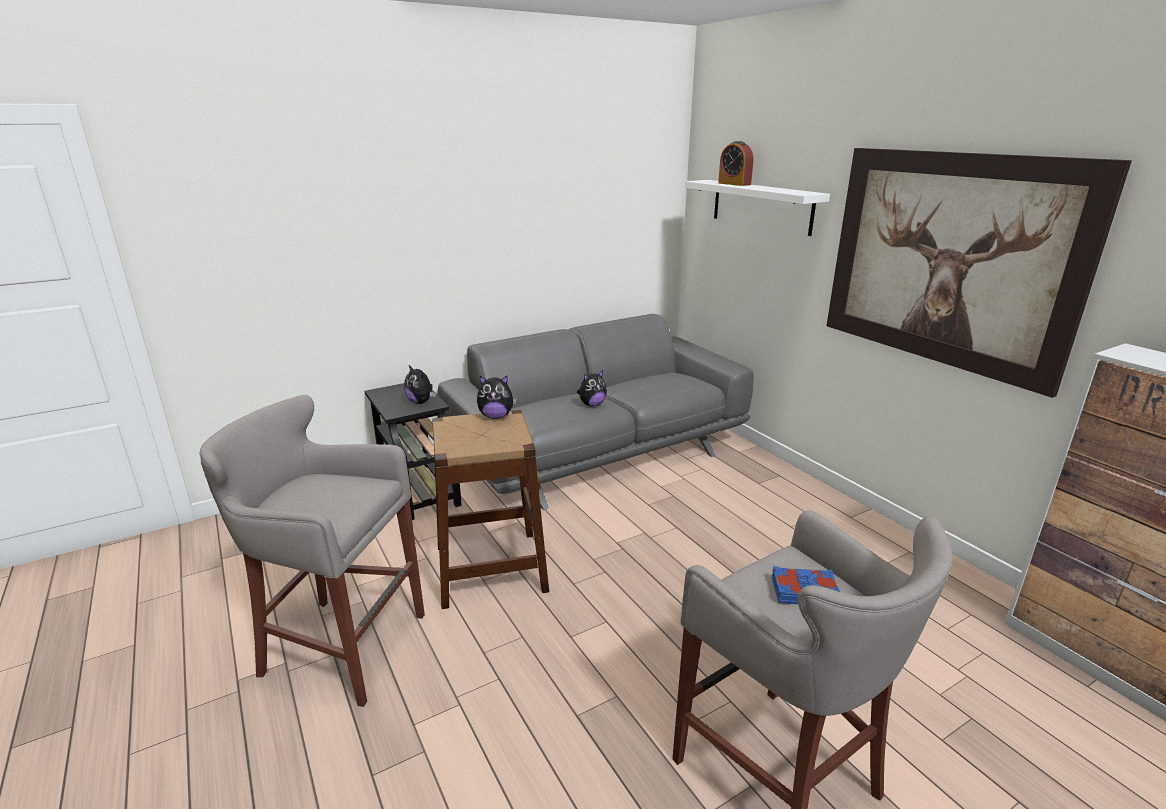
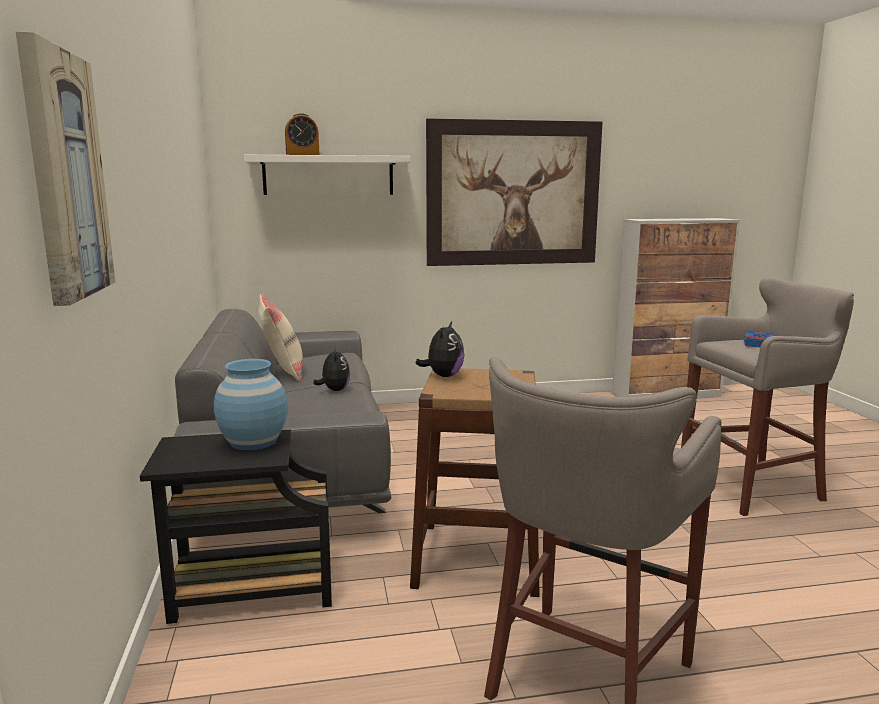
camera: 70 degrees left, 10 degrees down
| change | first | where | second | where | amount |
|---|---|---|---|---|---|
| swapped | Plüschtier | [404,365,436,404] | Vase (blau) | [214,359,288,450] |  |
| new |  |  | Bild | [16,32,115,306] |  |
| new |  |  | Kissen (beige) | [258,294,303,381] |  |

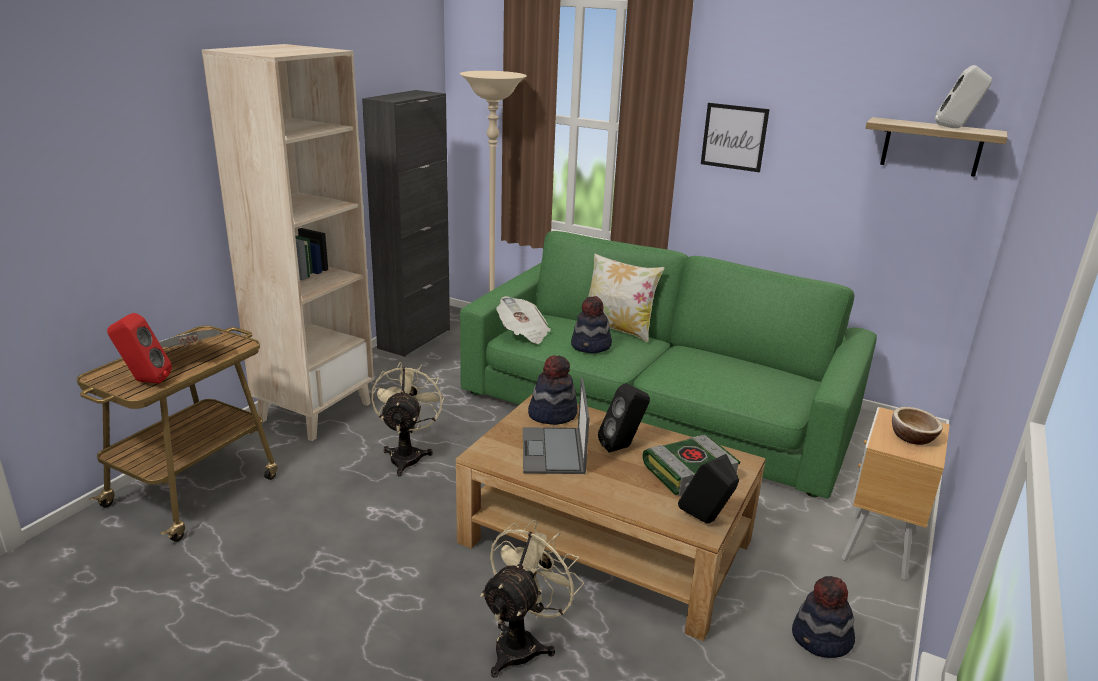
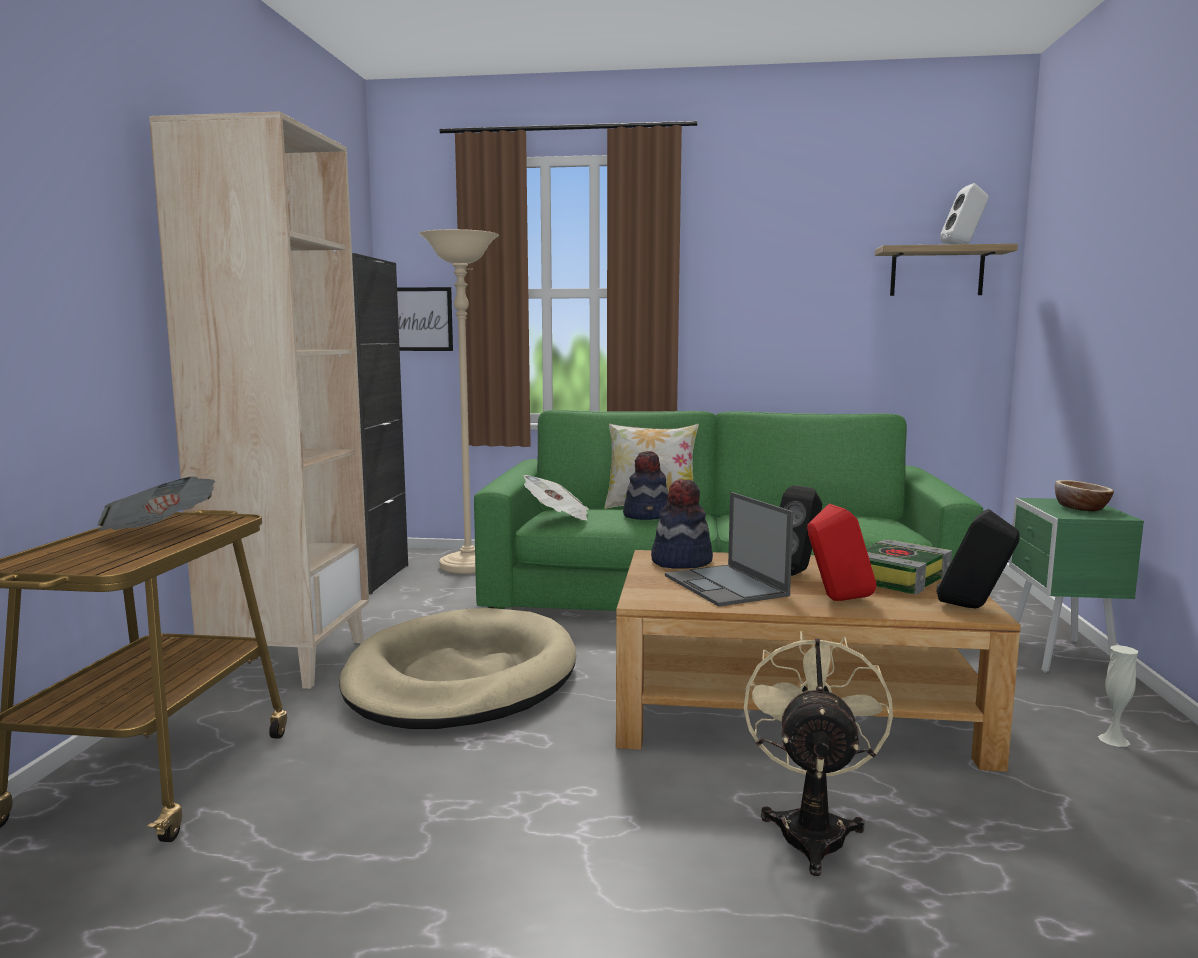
camera: 20 degrees left, 15 degrees down
| change | first | where | second | where | amount |
|---|---|---|---|---|---|
| shifted | Bild | [701,103,770,172] |  | [397,287,453,351] |  |
| shifted | Lautsprecher (rot) | [107,313,172,384] |  | [807,504,877,601] |  |
| swapped | Ventilator (beige) | [371,362,445,476] | Hundebett (beige) | [339,608,576,729] |  |
| repainted | Nachttisch (braun) | [841,407,950,581] | Nachttisch (grün) | [1009,498,1144,673] |  |
| swapped | Hut | [792,576,855,658] | Vase (weiß) | [1098,645,1138,747] |  |

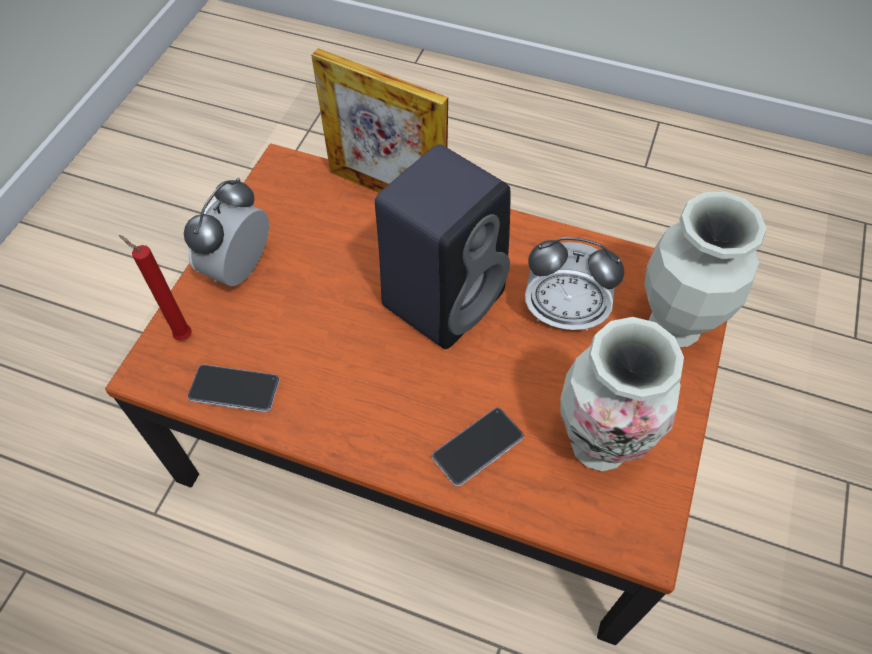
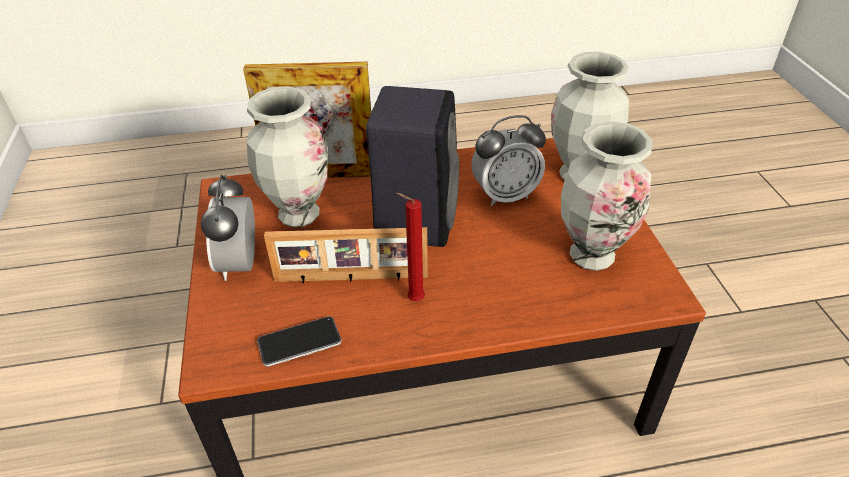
camera: 30 degrees left, 15 degrees down
| change | first | where | second | where | amount |
|---|---|---|---|---|---|
| shifted | Kerze (rot) | [119,235,192,340] |  | [396,193,425,301] |  |
| gone | Handy | [432,408,524,486] |  |  |  |
| new |  |  | Vase | [247,86,328,227] |  |
| new |  |  | Bilderrahmen | [264,227,428,284] |  |

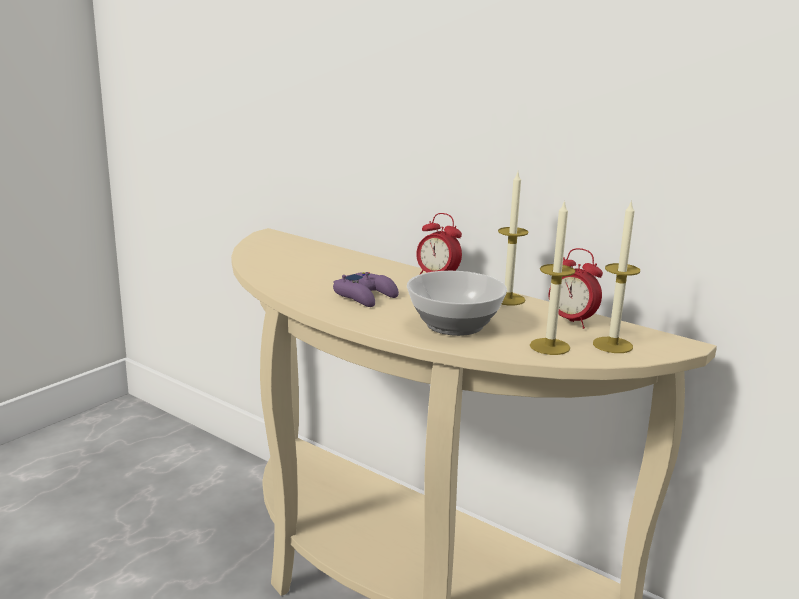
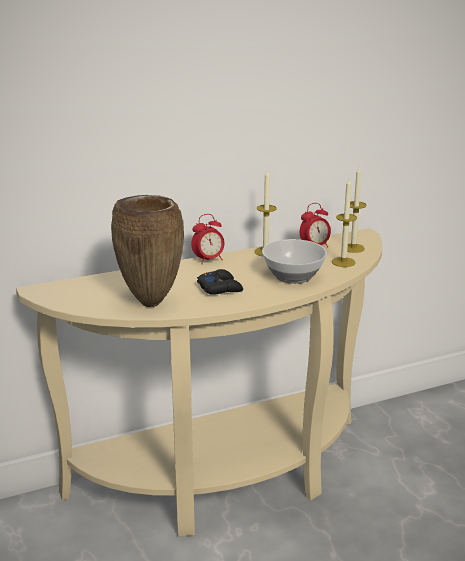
camera: 60 degrees left, 5 degrees up
| change | first | where | second | where | amount |
|---|---|---|---|---|---|
| repainted | Gamepad (lila) | [333,272,399,307] | Gamepad (schwarz) | [197,269,243,295] |  |
| new |  |  | Vase (braun) | [111,195,184,307] |  |

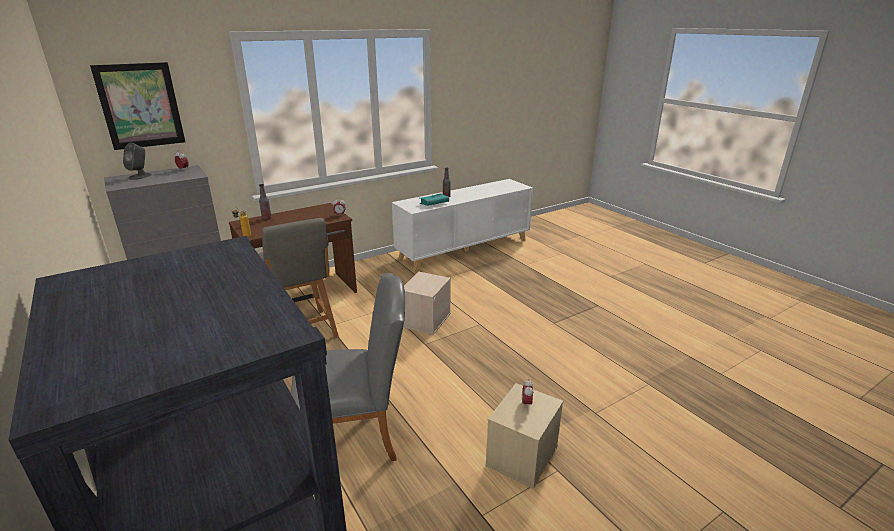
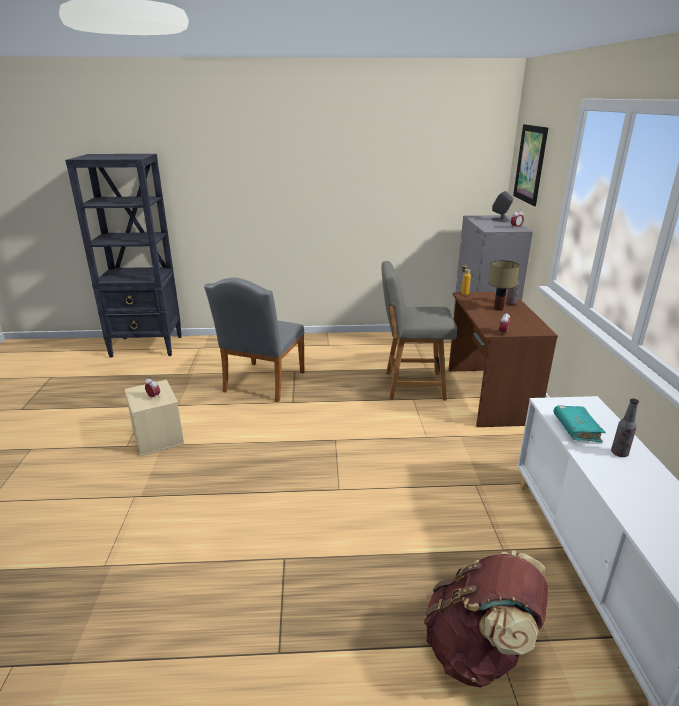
camera: 120 degrees right, 0 degrees up
| change | first | where | second | where | amount |
|---|---|---|---|---|---|
| gone | Aufbewahrungsbox (beige) | [403,272,451,335] |  |  |  |
| new |  |  | Tischlampe | [488,260,519,311] |  |
| new |  |  | Rucksack (braun) | [424,550,549,688] |  |

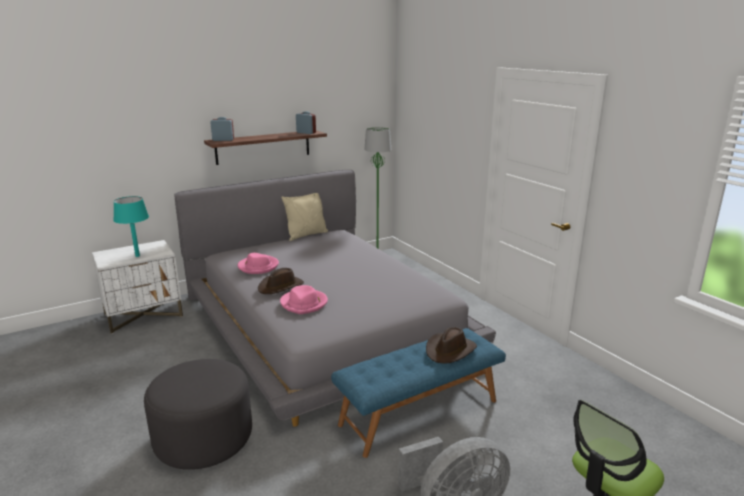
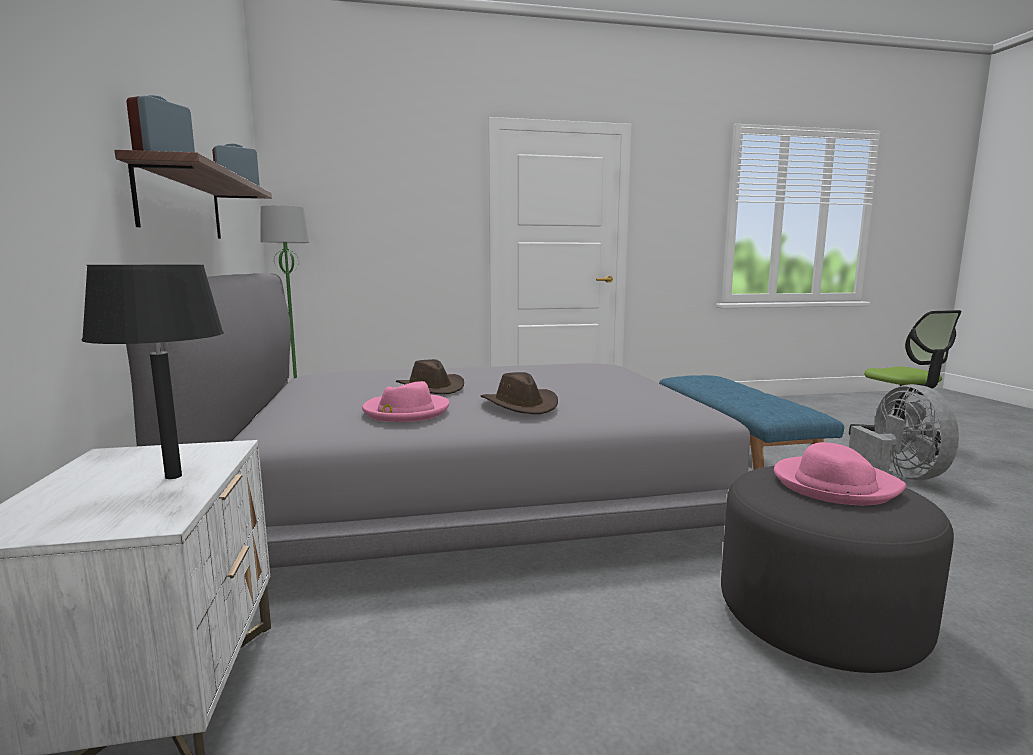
camera: 70 degrees left, 10 degrees down
| change | first | where | second | where | amount |
|---|---|---|---|---|---|
| gone | Kissen (beige) | [281,193,328,241] |  |  |  |
| repainted | Tischlampe (türkis) | [113,196,149,257] | Tischlampe (schwarz) | [82,265,224,479] |  |
| shifted | Hut (rosa) | [280,285,328,314] |  | [774,442,906,505] |  |
| shifted | Hut (braun) | [426,327,477,363] |  | [396,359,464,394] |  |

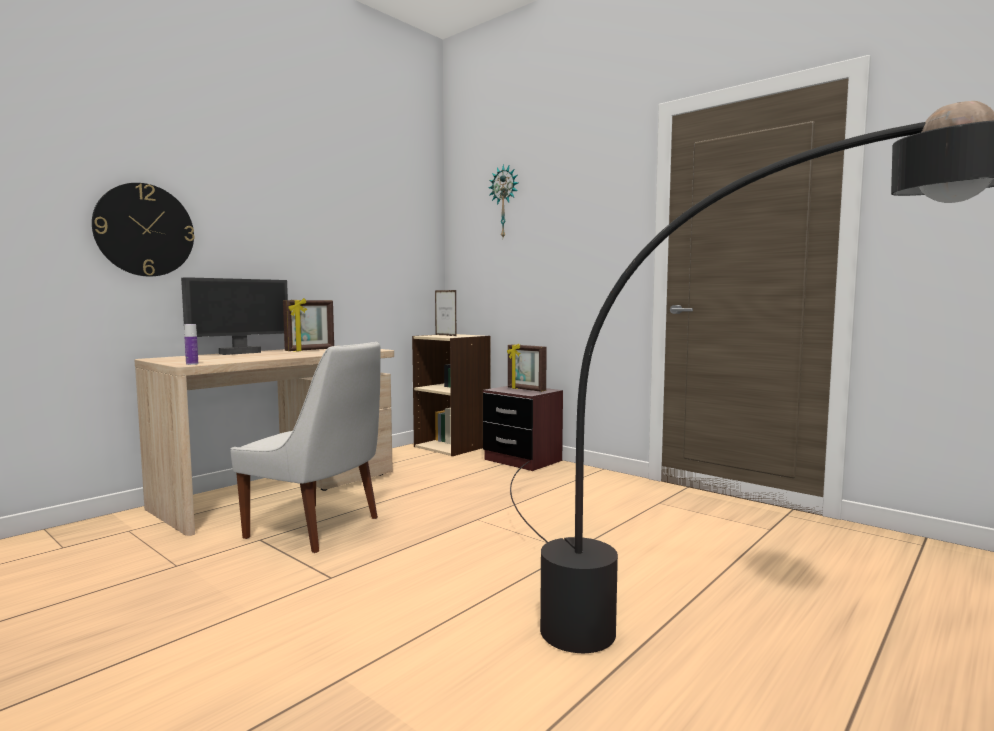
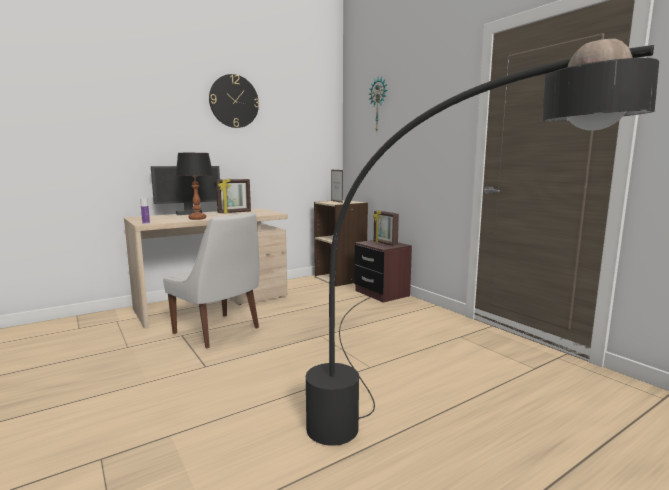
camera: 15 degrees right, 5 degrees up
| change | first | where | second | where | amount |
|---|---|---|---|---|---|
| shifted | Wanduhr | [92,183,195,276] |  | [209,74,259,128] |  |
| new |  |  | Tischlampe | [176,153,213,220] |  |

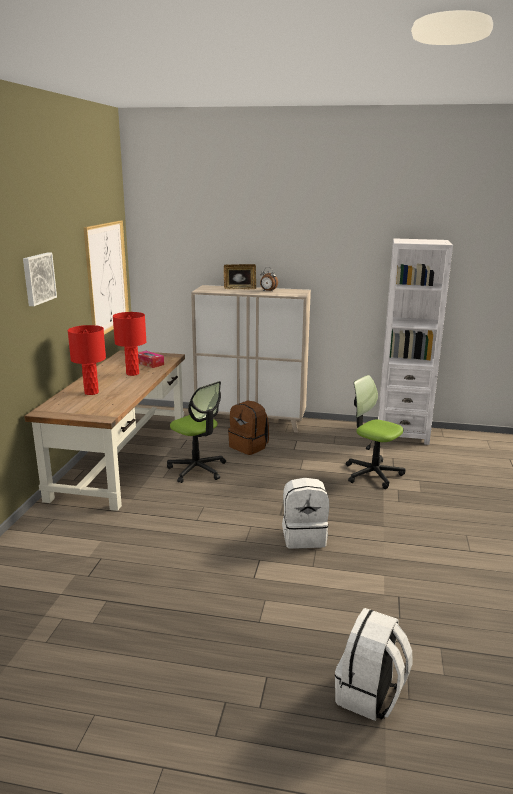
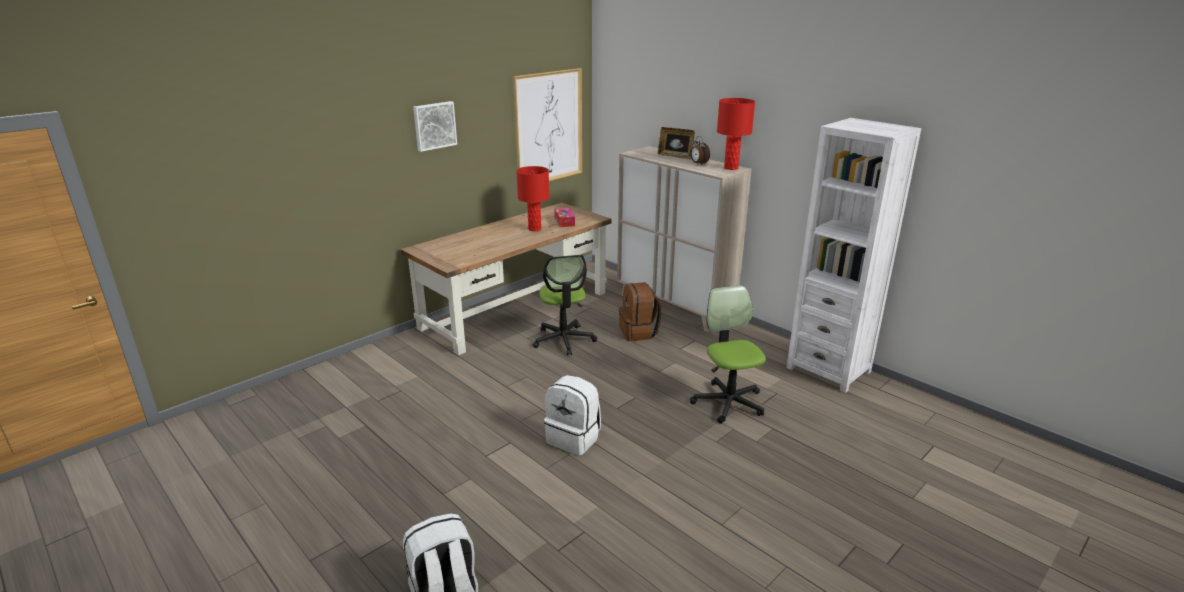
camera: 35 degrees right, 5 degrees up
| change | first | where | second | where | amount |
|---|---|---|---|---|---|
| shifted | Tischlampe (rot) | [68,325,106,395] |  | [717,98,755,170] |  |

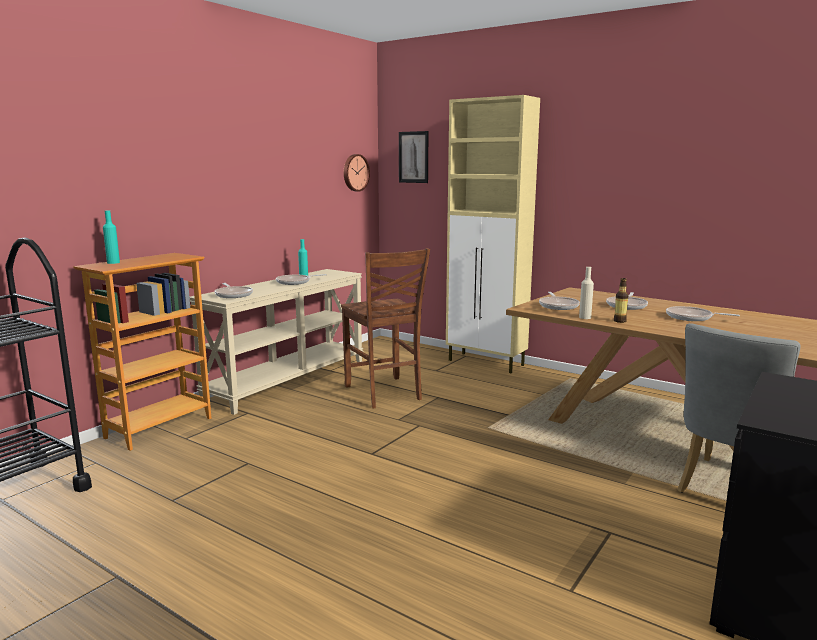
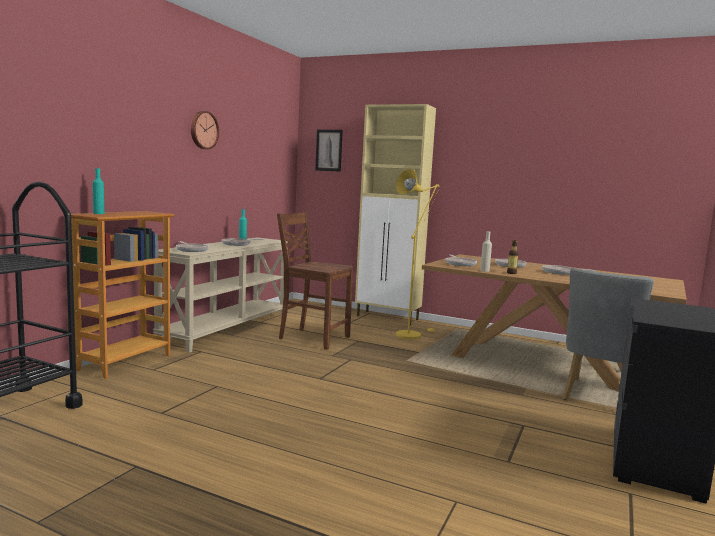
camera: 10 degrees left, 5 degrees down
| change | first | where | second | where | amount |
|---|---|---|---|---|---|
| shifted | Wanduhr | [344,154,370,192] |  | [191,111,219,149] |  |
| rotated | Stuhl (braun) | [341,248,430,408] |  | [277,212,353,350] | 150 degrees clockwise |
| new |  |  | Stehlampe (gelb) | [395,169,440,339] |  |

